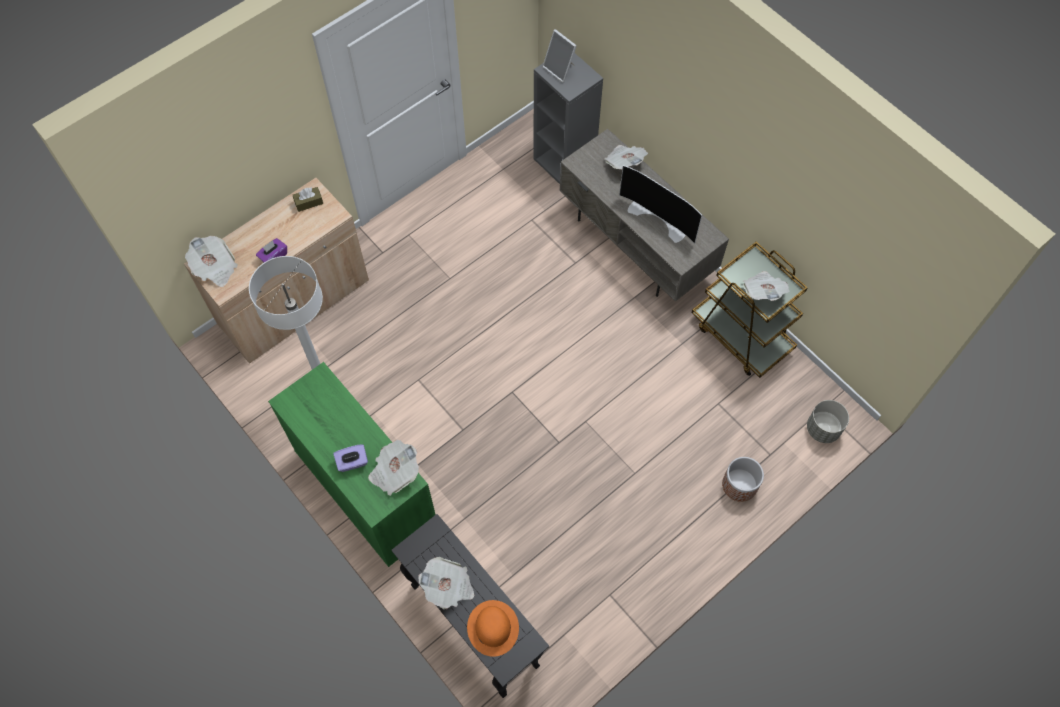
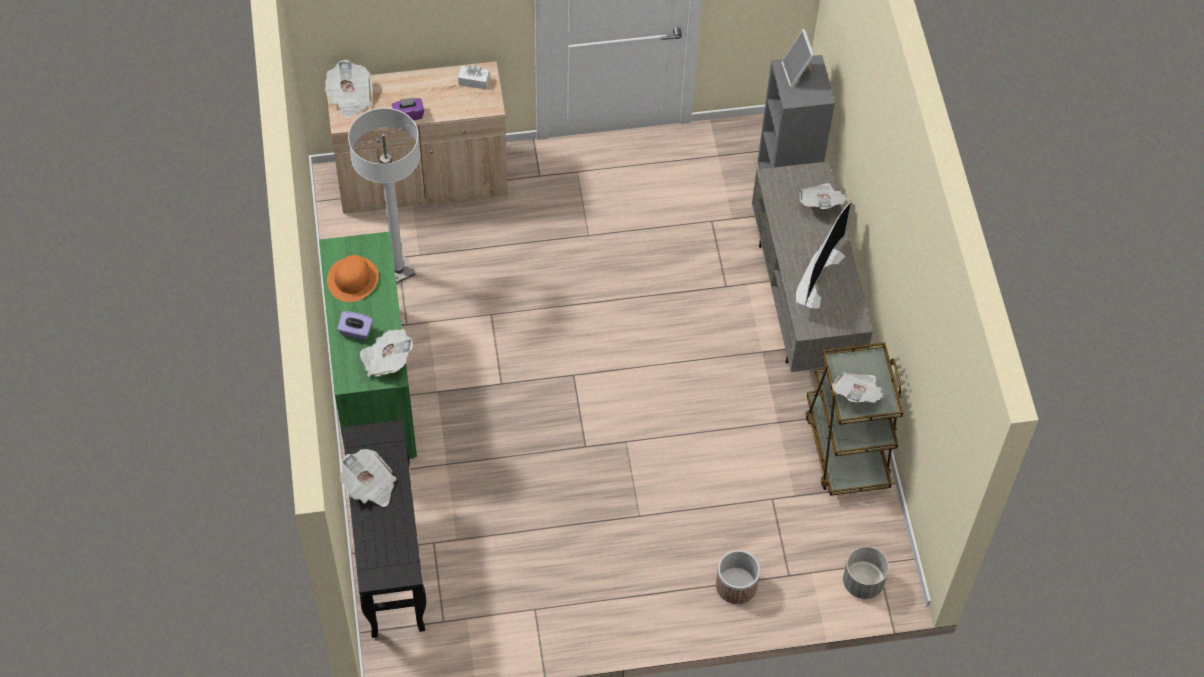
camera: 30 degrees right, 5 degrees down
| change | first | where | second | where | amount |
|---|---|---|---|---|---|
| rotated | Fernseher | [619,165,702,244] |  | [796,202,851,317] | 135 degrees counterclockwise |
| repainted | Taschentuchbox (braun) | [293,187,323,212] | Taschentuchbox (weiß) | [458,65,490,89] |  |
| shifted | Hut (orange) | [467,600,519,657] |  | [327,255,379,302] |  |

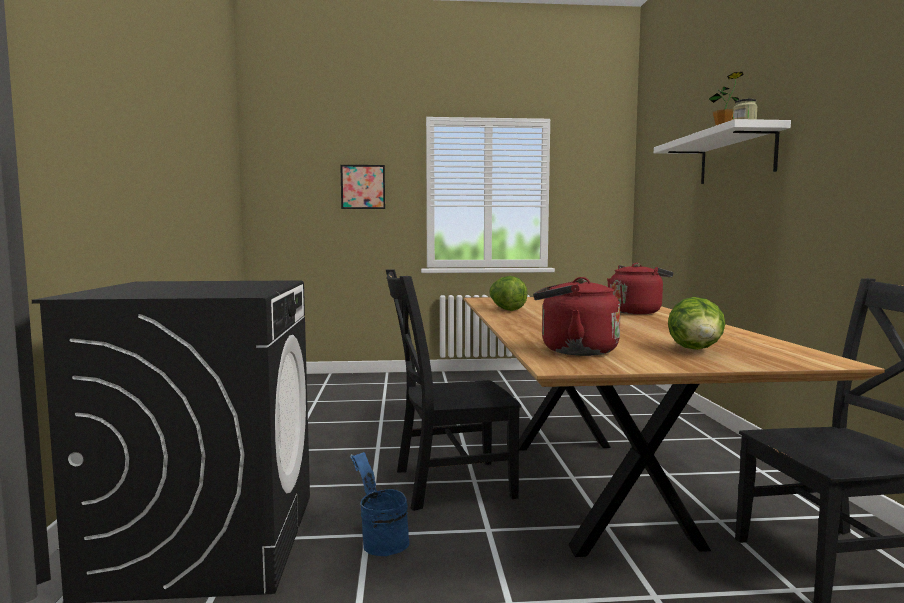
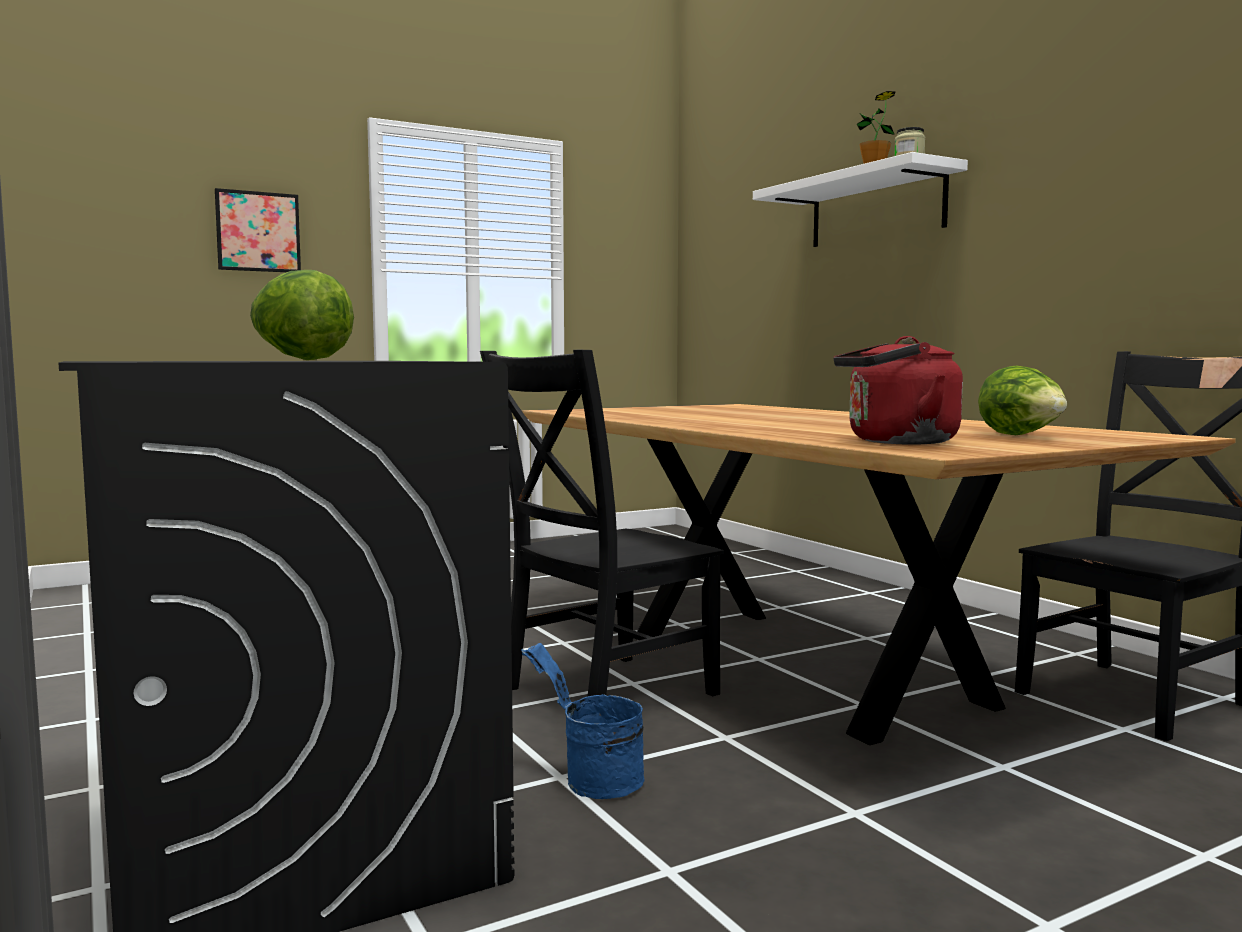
camera: 25 degrees left, 0 degrees up
| change | first | where | second | where | amount |
|---|---|---|---|---|---|
| gone | Wasserkessel (rot) | [607,263,673,314] |  |  |  |
| shifted | Salatkopf | [489,276,528,311] |  | [250,270,354,360] |  |

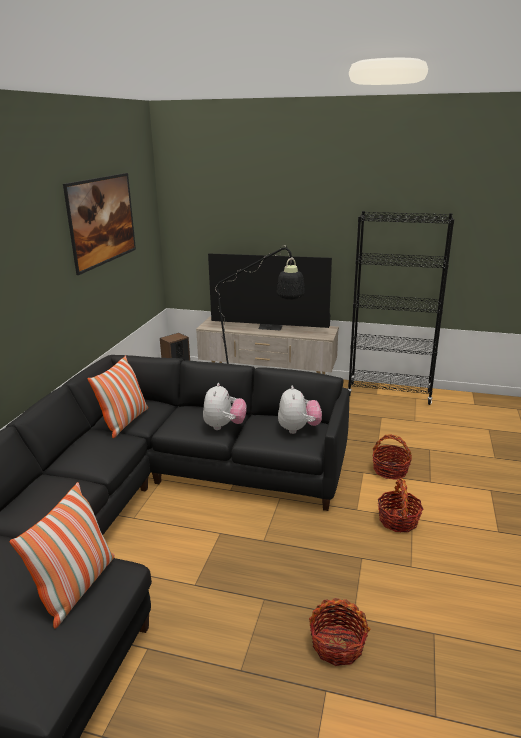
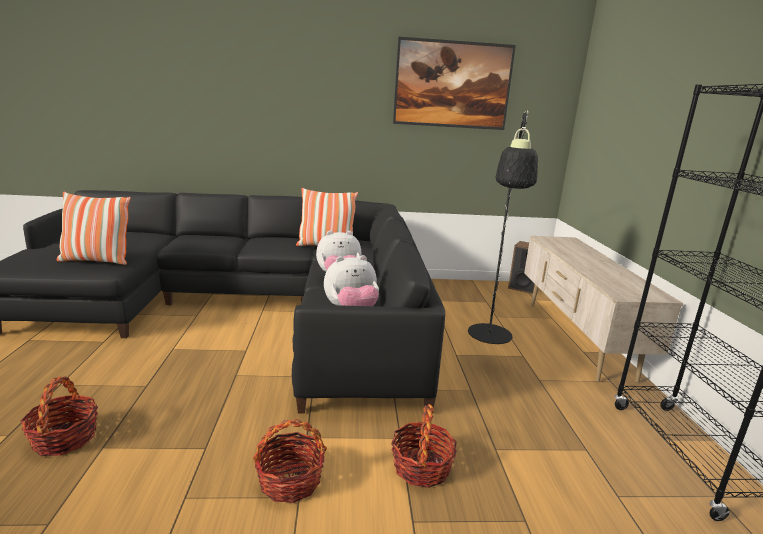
camera: 70 degrees right, 5 degrees down
| change | first | where | second | where | amount |
|---|---|---|---|---|---|
| gone | Fernseher | [208,253,332,330] |  |  |  |

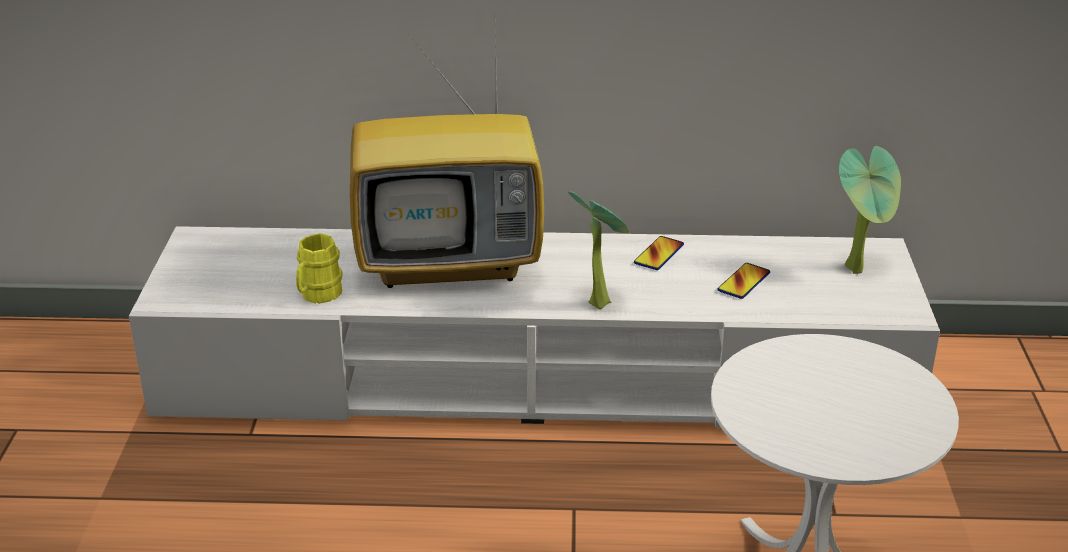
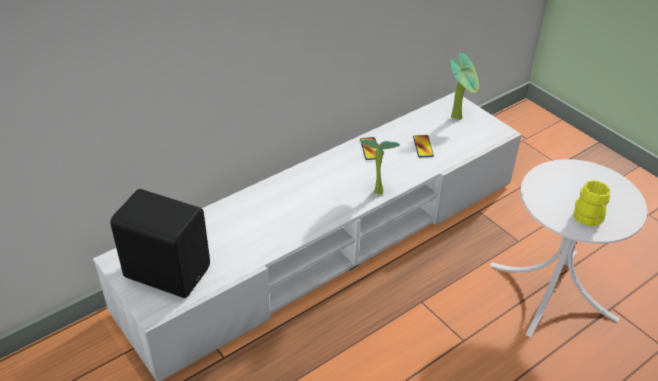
camera: 40 degrees left, 10 degrees up
| change | first | where | second | where | amount |
|---|---|---|---|---|---|
| gone | Fernseher | [350,34,544,288] |  |  |  |
| shifted | Henkelbecher (gelb) | [296,233,342,304] |  | [573,180,610,226] |  |
| new |  |  | Lautsprecher (schwarz) | [110,189,210,298] |  |

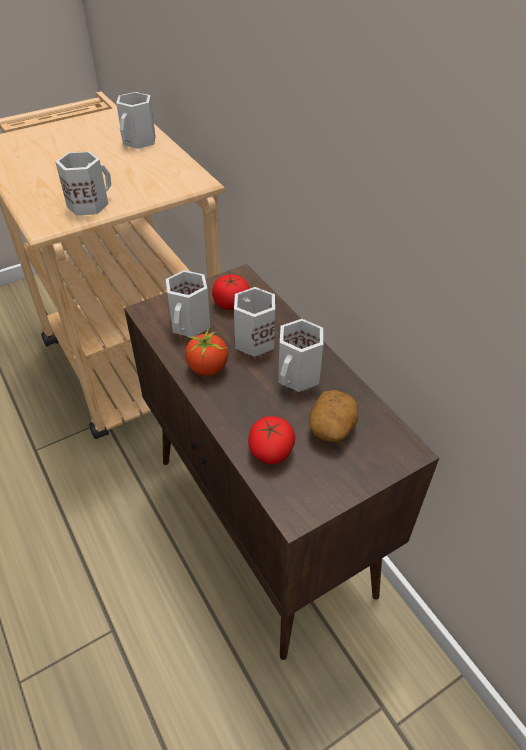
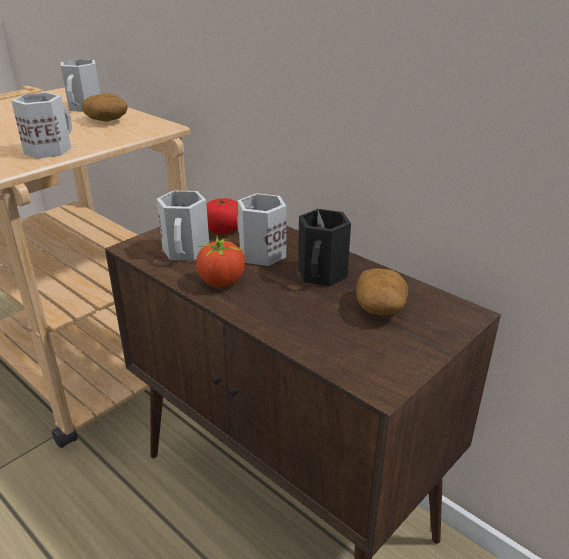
camera: 15 degrees left, 15 degrees down
| change | first | where | second | where | amount |
|---|---|---|---|---|---|
| repainted | Henkelbecher (weiß) | [278,319,323,392] | Henkelbecher (schwarz) | [298,209,351,286] |  |
| gone | Tomate | [248,416,295,464] |  |  |  |
| new |  |  | Kartoffel | [82,93,128,122] |  |

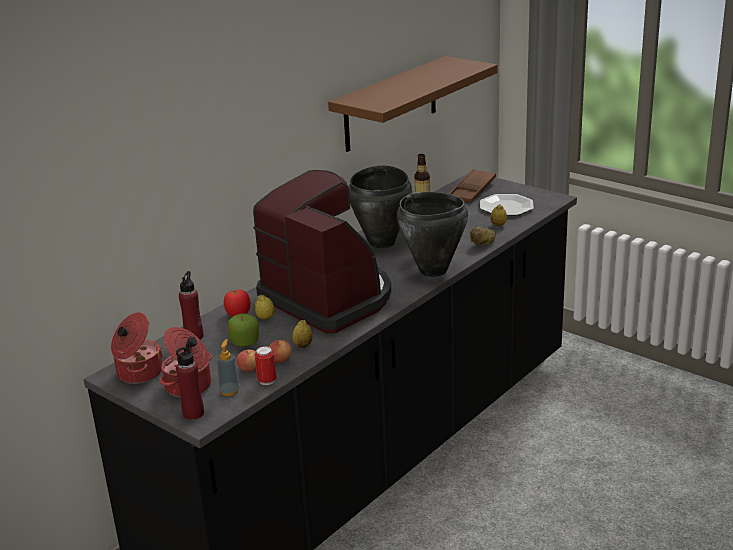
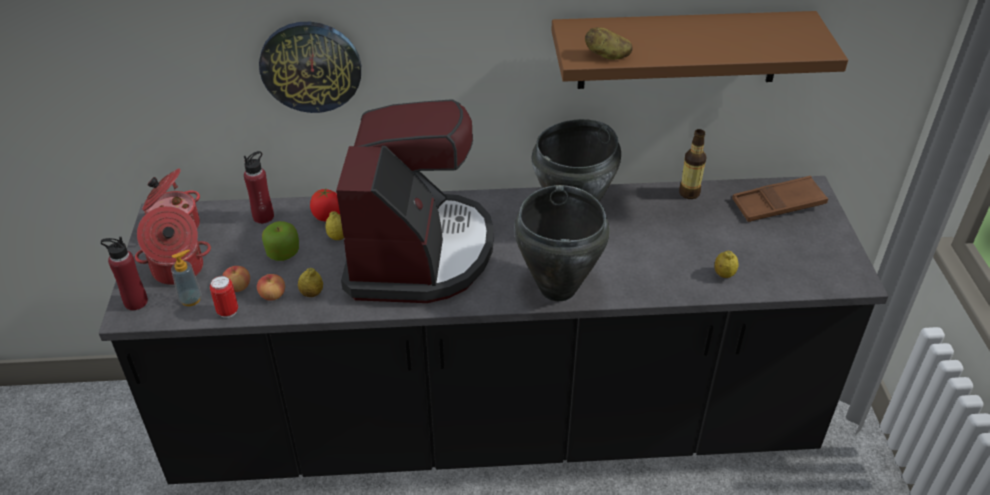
camera: 45 degrees right, 15 degrees up
| change | first | where | second | where | amount |
|---|---|---|---|---|---|
| gone | Teller | [480,194,534,216] |  |  |  |
| shifted | Kartoffel | [470,227,496,245] |  | [585,27,633,60] |  |
| new |  |  | Wanduhr | [259,22,361,113] |  |

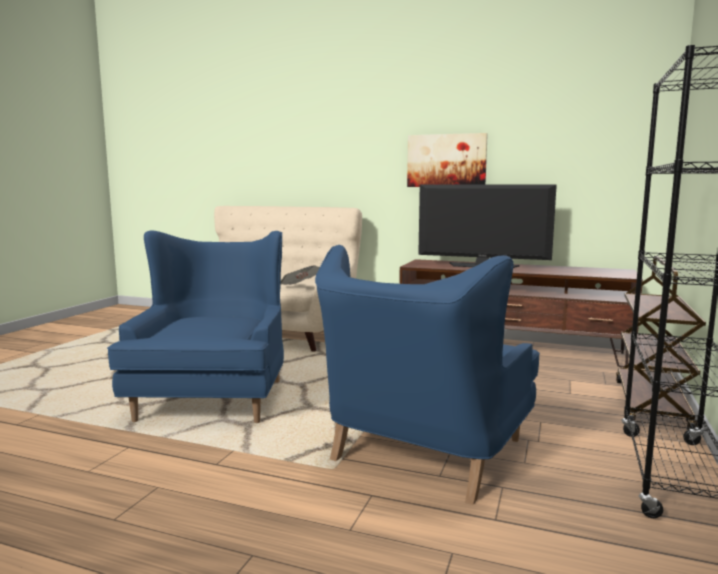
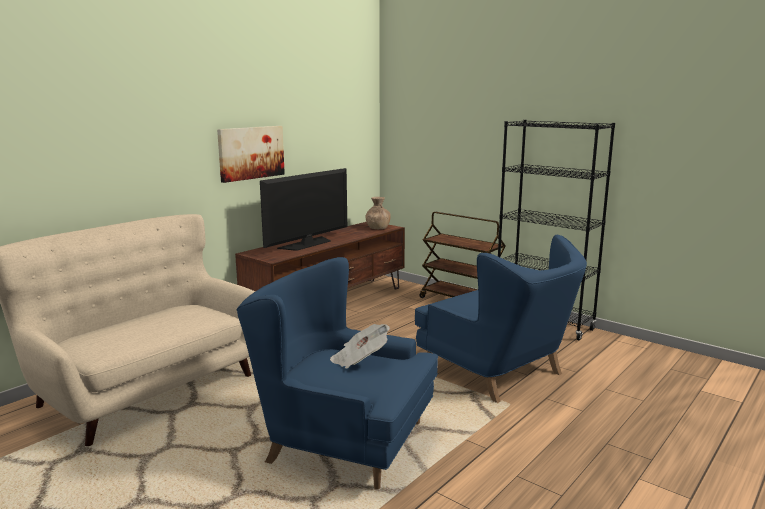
camera: 70 degrees left, 5 degrees up
| change | first | where | second | where | amount |
|---|---|---|---|---|---|
| shifted | Zeitung | [281,265,320,285] |  | [330,324,390,368] |  |
| new |  |  | Vase (braun) | [365,197,391,229] |  |

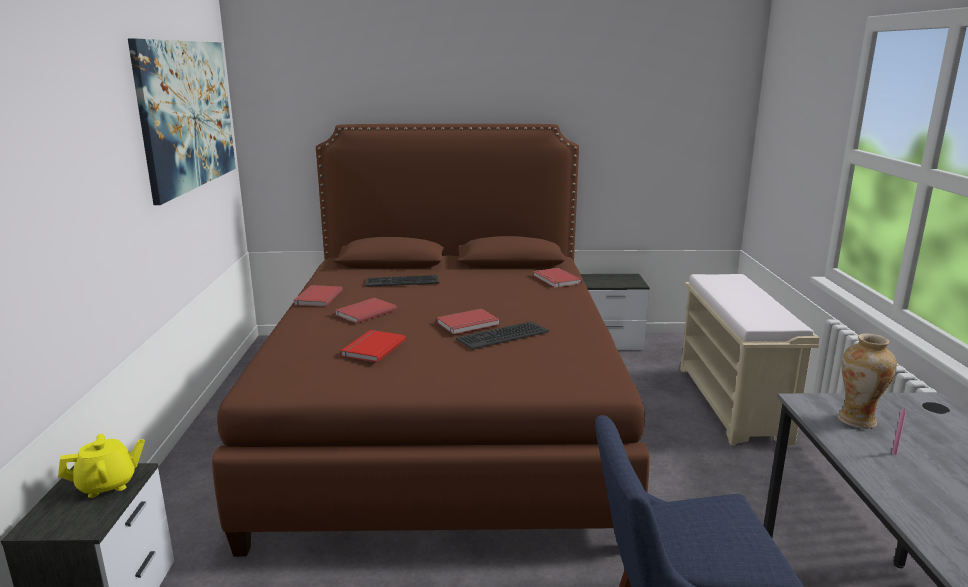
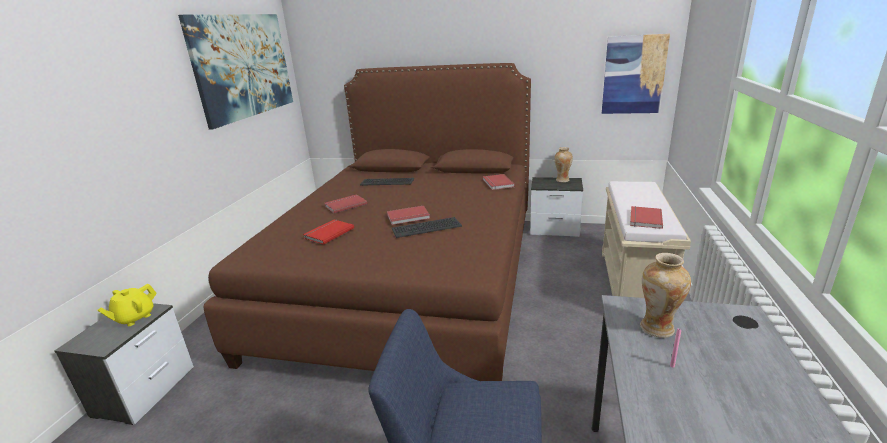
camera: 15 degrees right, 5 degrees up
| change | first | where | second | where | amount |
|---|---|---|---|---|---|
| shifted | Buch (rot) | [293,285,343,307] |  | [630,206,663,229] |  |
| rotated | Teekanne (gelb) | [58,434,145,498] |  | [97,284,157,326] | 135 degrees clockwise |
| new |  |  | Bild | [602,34,670,114] |  |
| new |  |  | Vase | [554,147,573,182] |  |

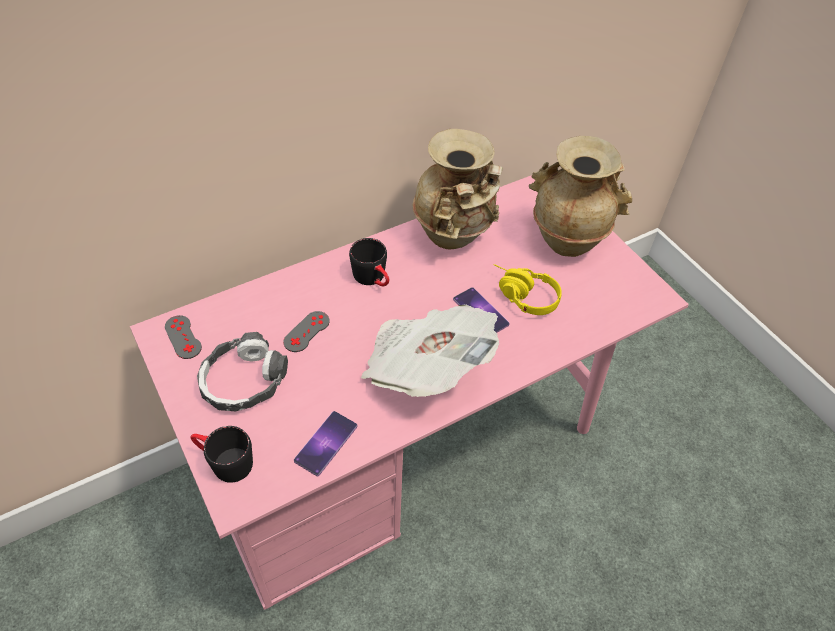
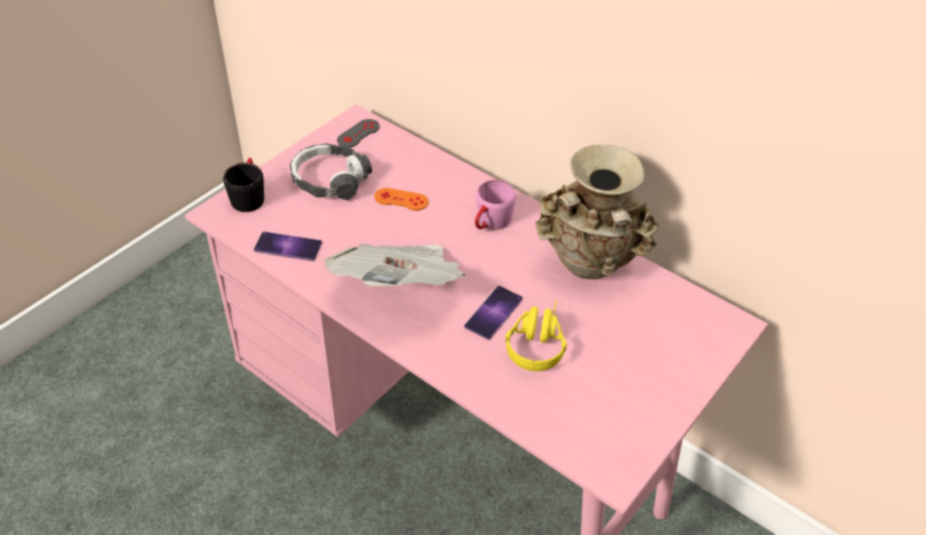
camera: 70 degrees right, 5 degrees down
| change | first | where | second | where | amount |
|---|---|---|---|---|---|
| gone | Vase (beige) | [529,136,632,257] |  |  |  |
| repainted | Henkelbecher (schwarz) | [349,238,389,286] | Henkelbecher (rosa) | [475,180,516,229] |  |
| repainted | Gamepad (grau) | [283,311,330,352] | Gamepad (orange) | [374,188,429,211] |  |

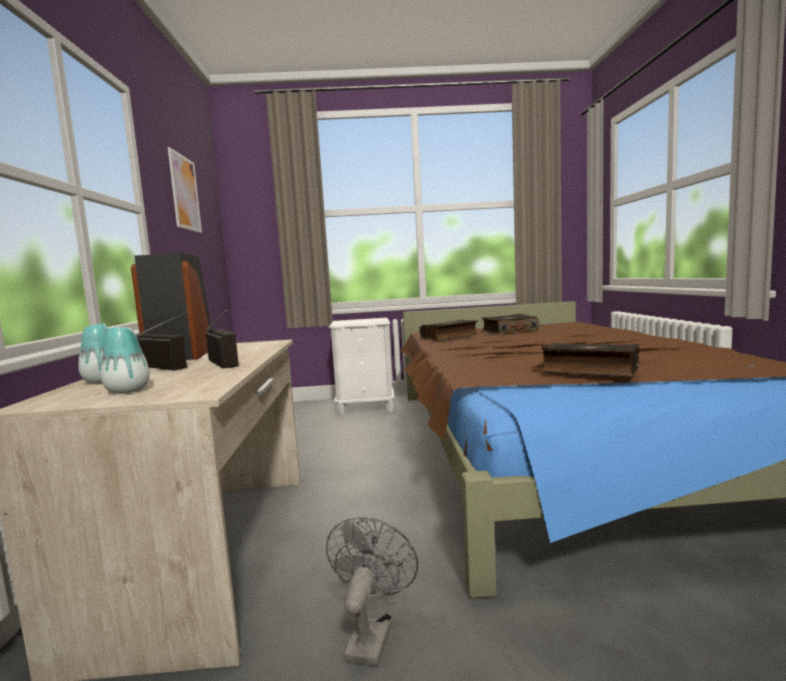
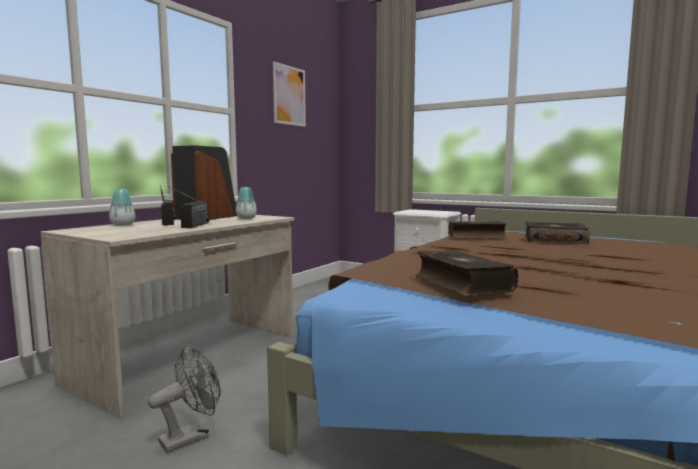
camera: 35 degrees right, 0 degrees up
| change | first | where | second | where | amount |
|---|---|---|---|---|---|
| shifted | Vase | [101,327,150,394] |  | [236,187,257,219] |  |

